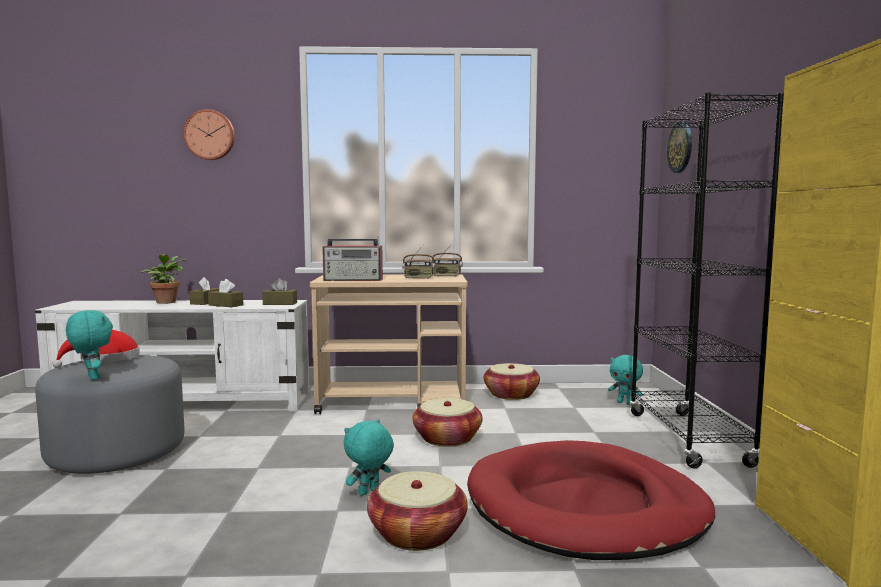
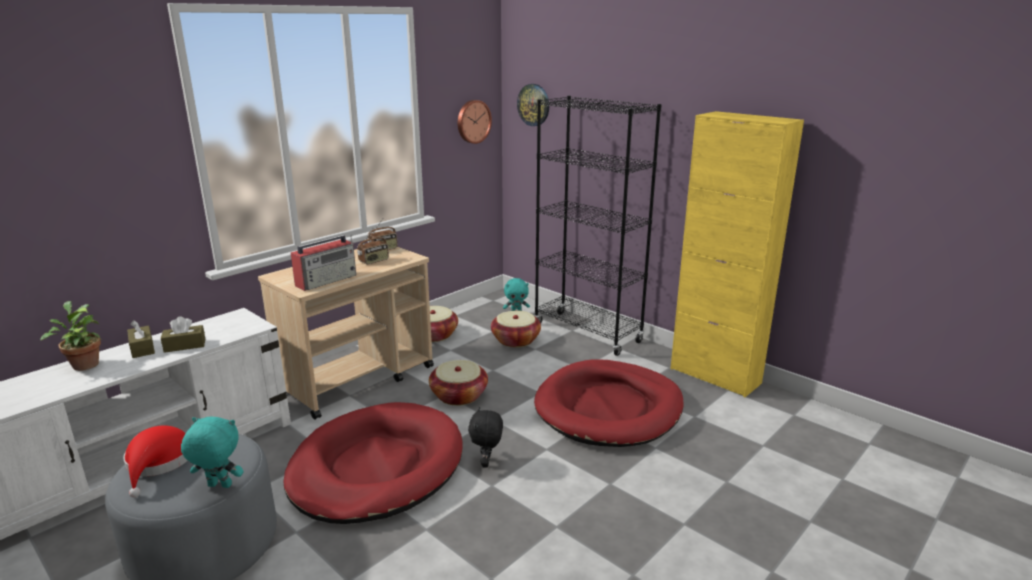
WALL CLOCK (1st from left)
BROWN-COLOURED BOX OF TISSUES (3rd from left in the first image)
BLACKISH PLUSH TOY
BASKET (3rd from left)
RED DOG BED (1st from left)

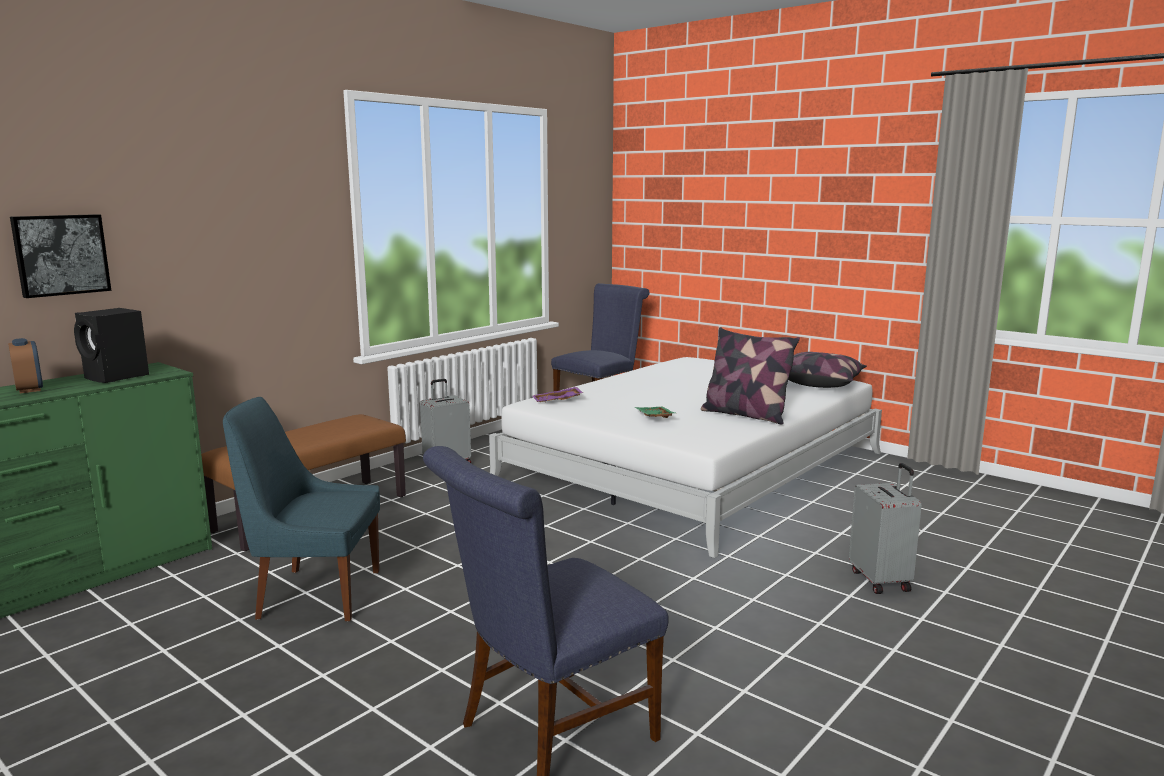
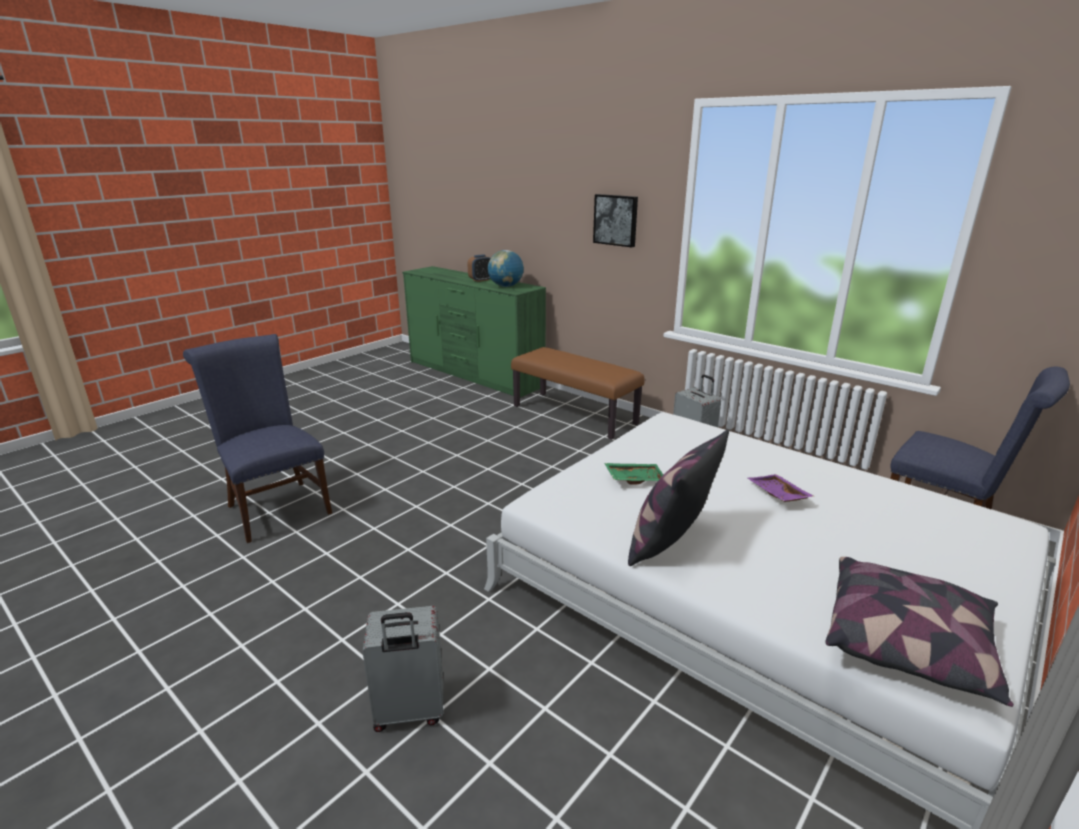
WALL PICTURE
WORLD GLOBE
PURPLISH CARRYING TRAY
BLUE-COLOURED CHAIR (1st from left in the first image)

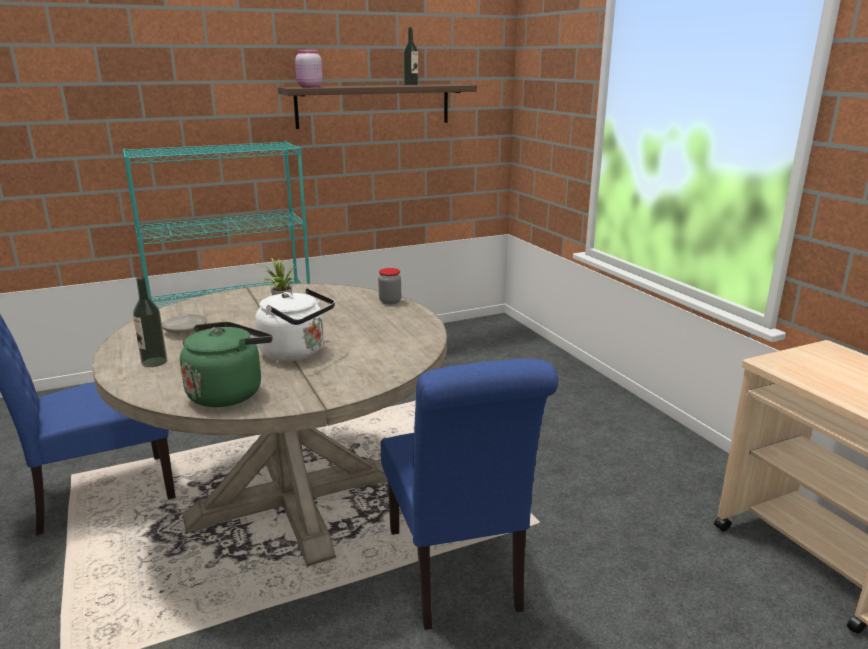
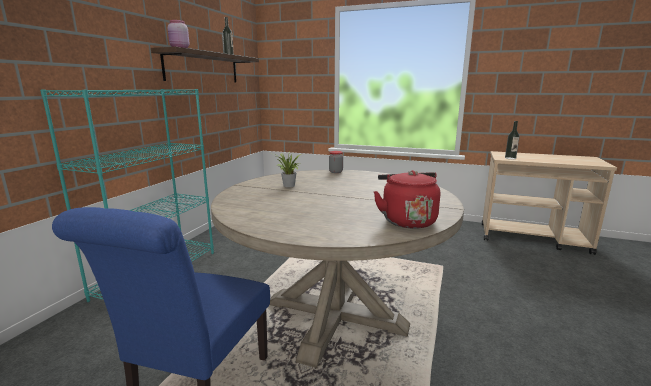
DRINK BOTTLE (2nd from left)
WHITISH TEA KETTLE
SAND-COLOURED PLATE
RED TEA KETTLE
BLUE-COLOURED CHAIR (2nd from left in the first image)

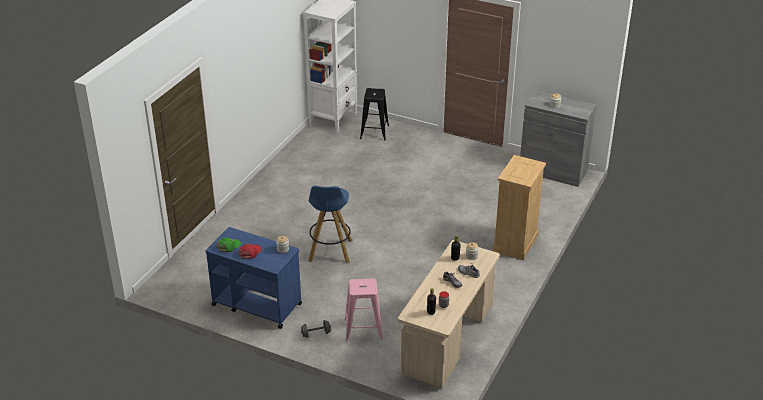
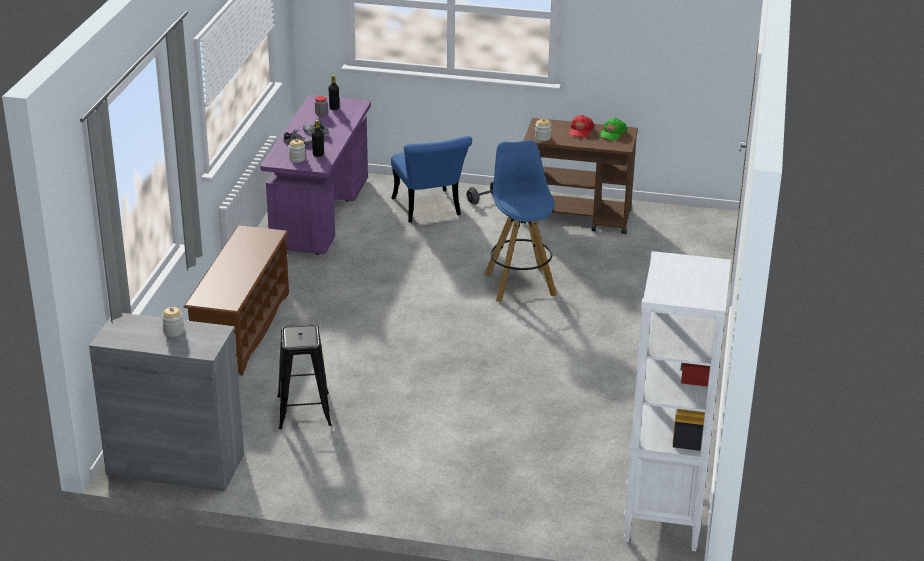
BLACKISH STOOL
BROWN-COLOURED SHOE SHELF
BROWN-COLOURED CART
PURPLISH DESK UNIT
BLUE-COLOURED CHAIR

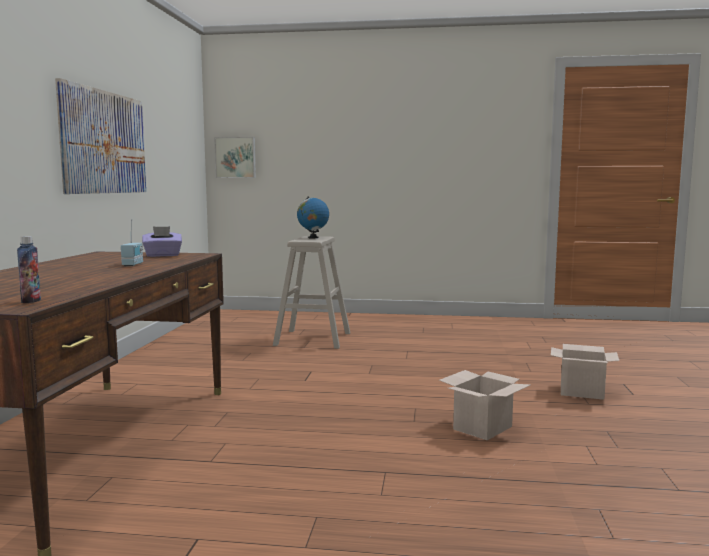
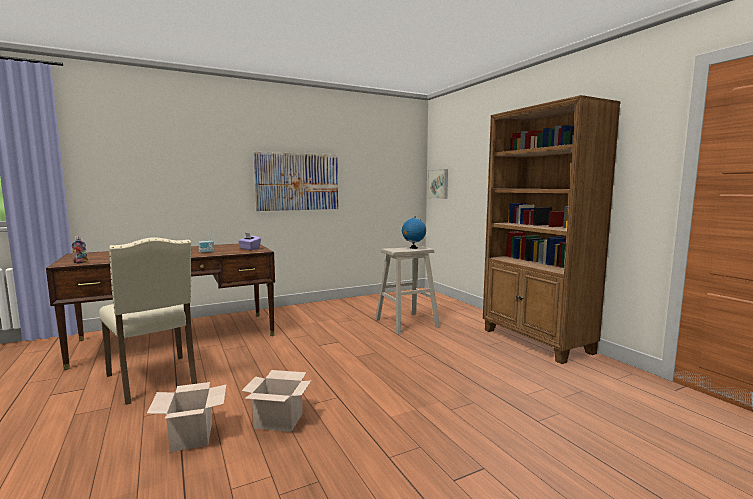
CARTON (1st from left)
BROWN-COLOURED SHELVING UNIT
SAND-COLOURED CHAIR

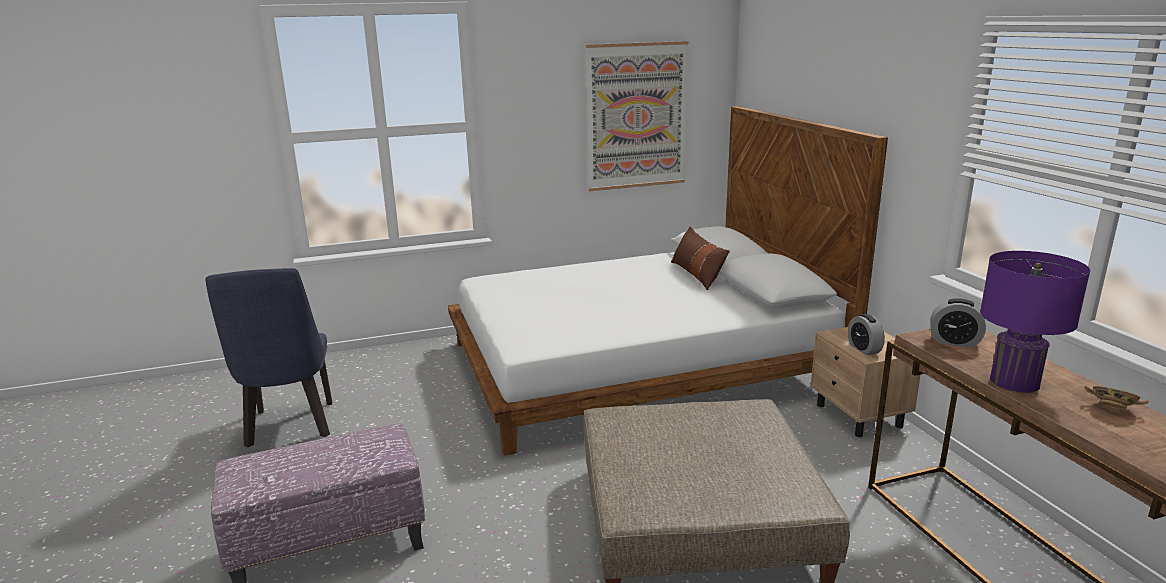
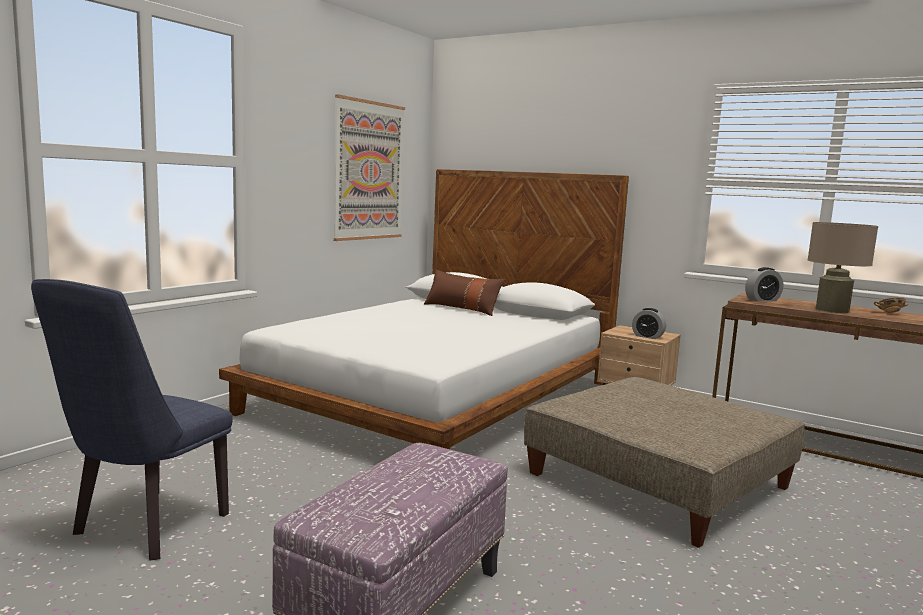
SAND-COLOURED TABLE LAMP
BLUE-COLOURED CHAIR

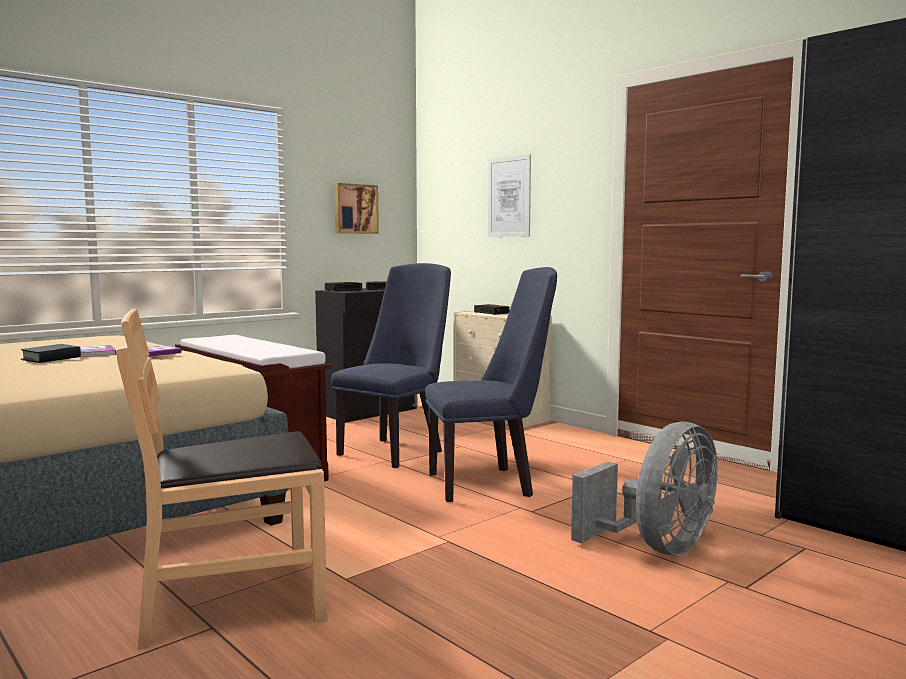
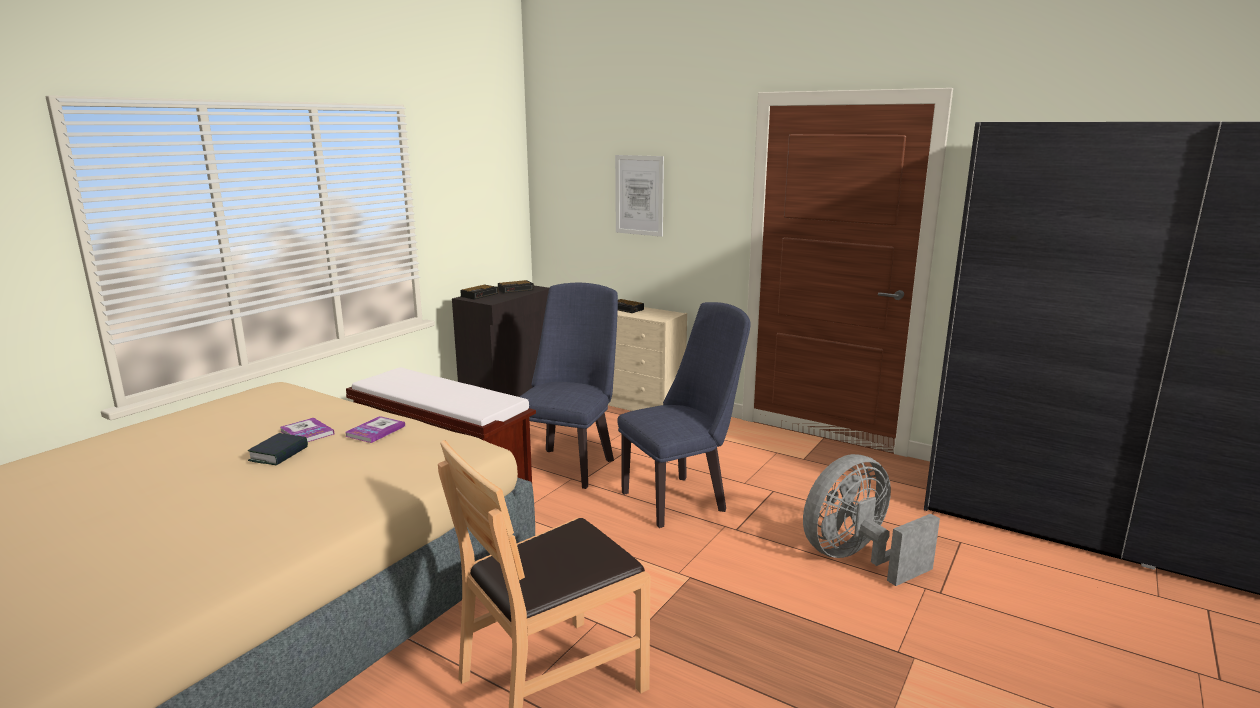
WALL PICTURE (1st from left in the first image)
GRAY COOLING FAN

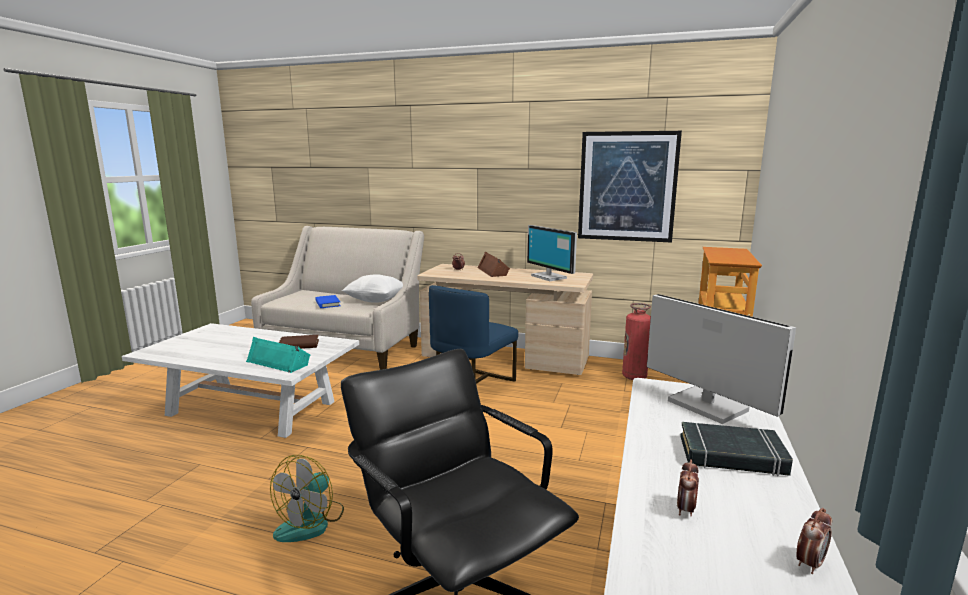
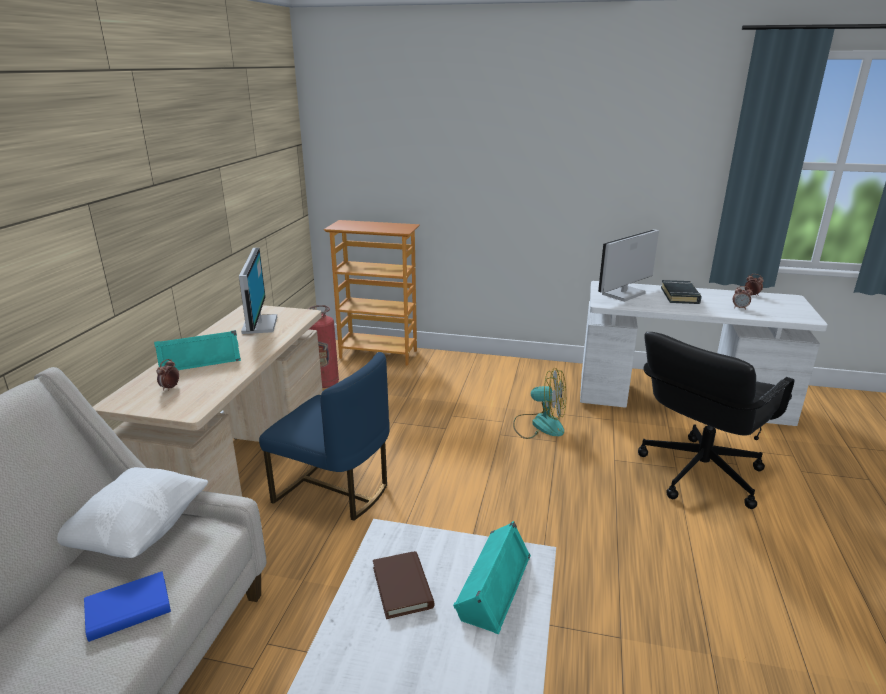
WALL PICTURE
MONITOR (1st from left)
TURQUOISE-COLOURED AUDIO SPEAKER (1st from left)
COOLING FAN

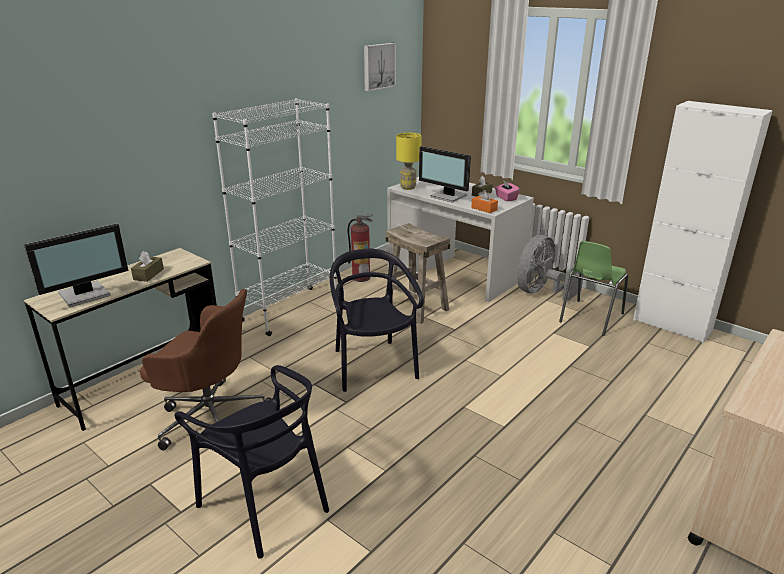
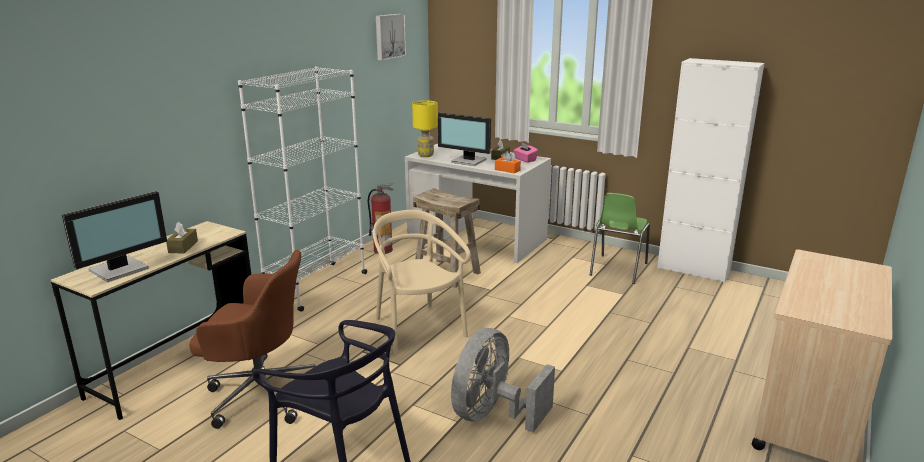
GRAY COOLING FAN
SAND-COLOURED CHAIR

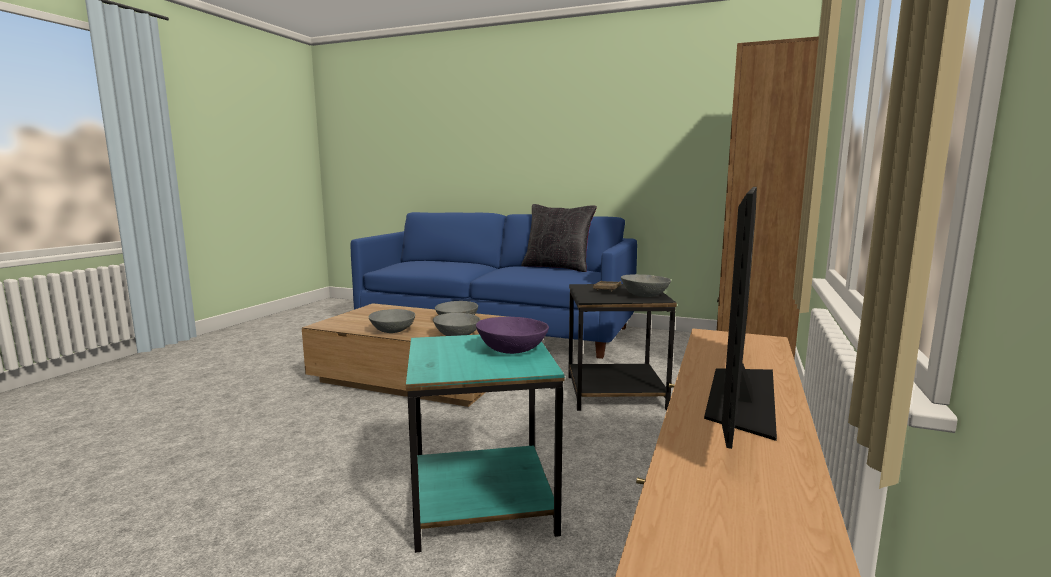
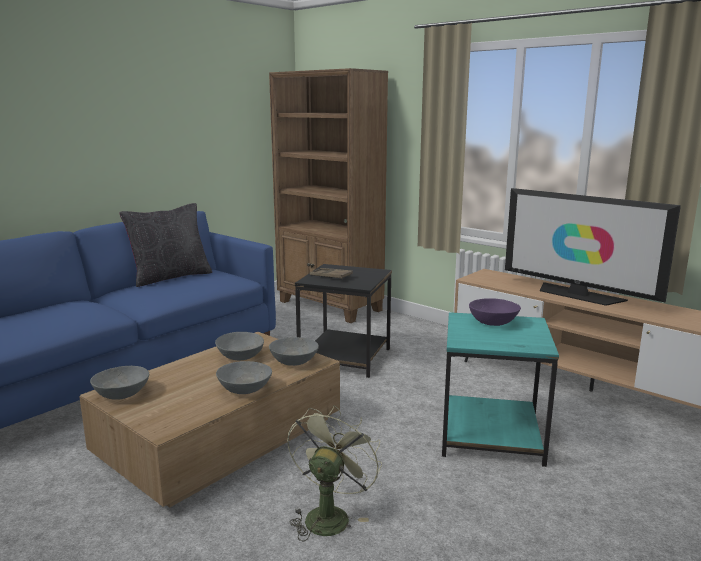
GRAY SERVING BOWL (1st from left)
GREENISH COOLING FAN

